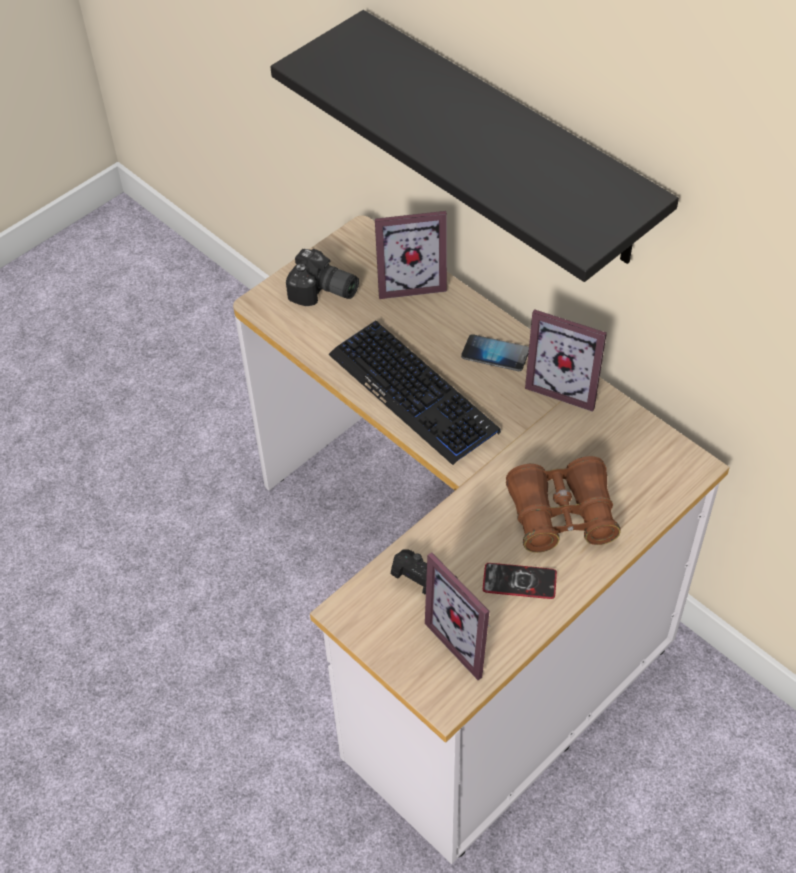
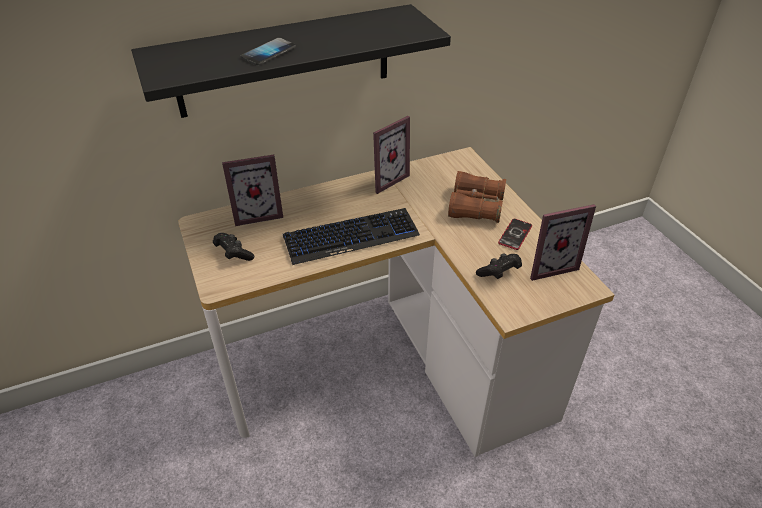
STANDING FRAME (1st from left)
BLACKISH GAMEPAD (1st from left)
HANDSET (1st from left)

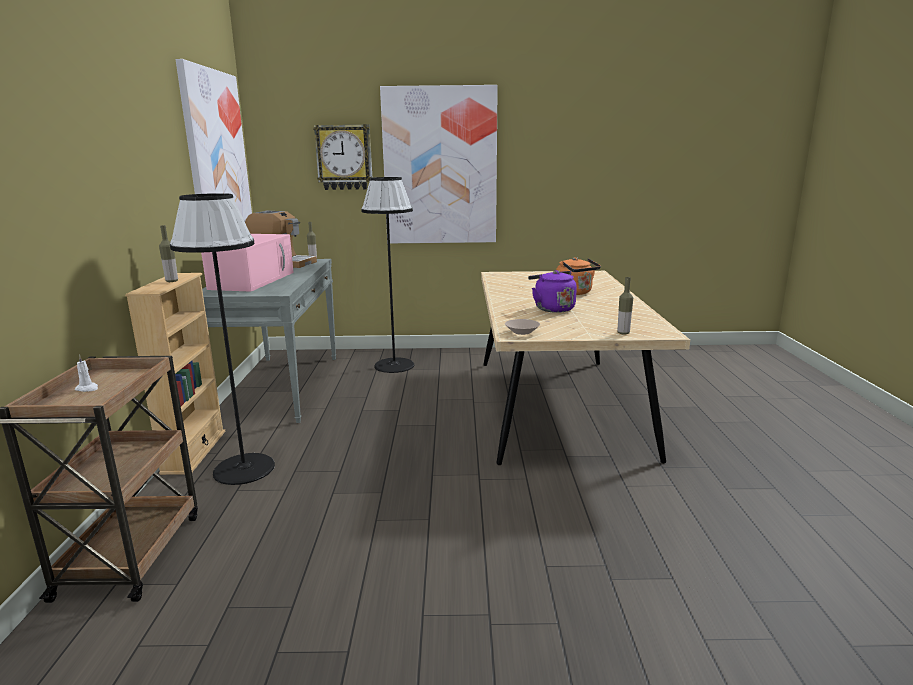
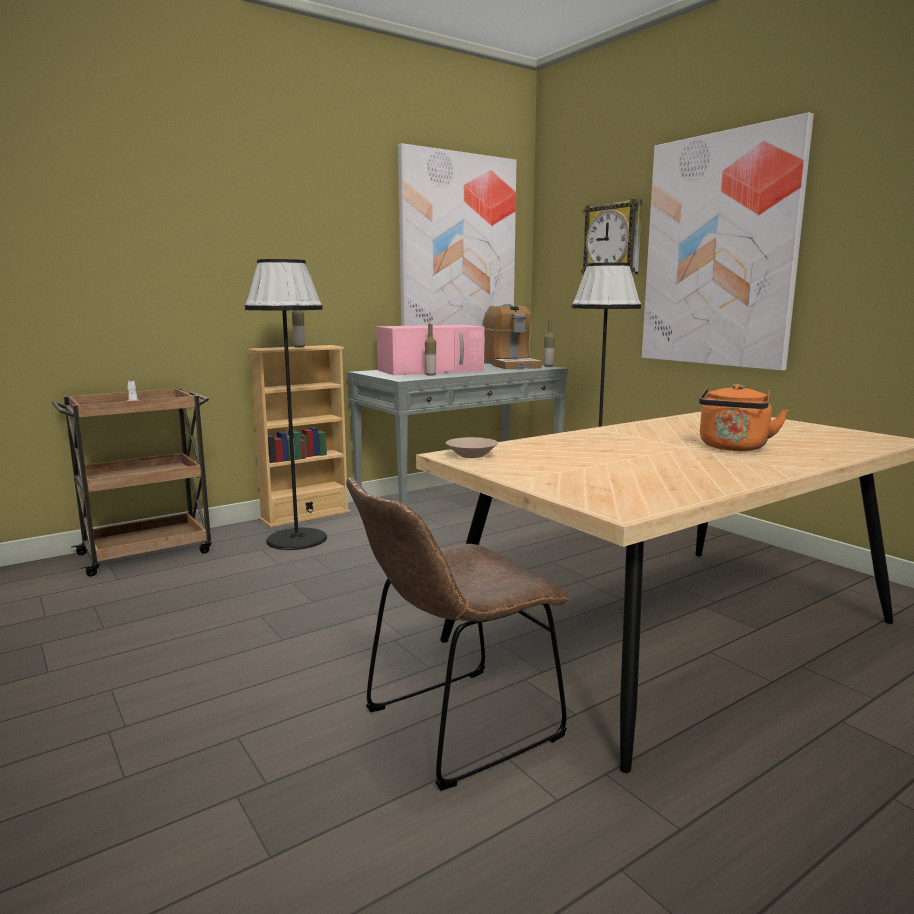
PURPLISH TEA KETTLE
DRINK BOTTLE (2nd from left)
BROWN-COLOURED CHAIR

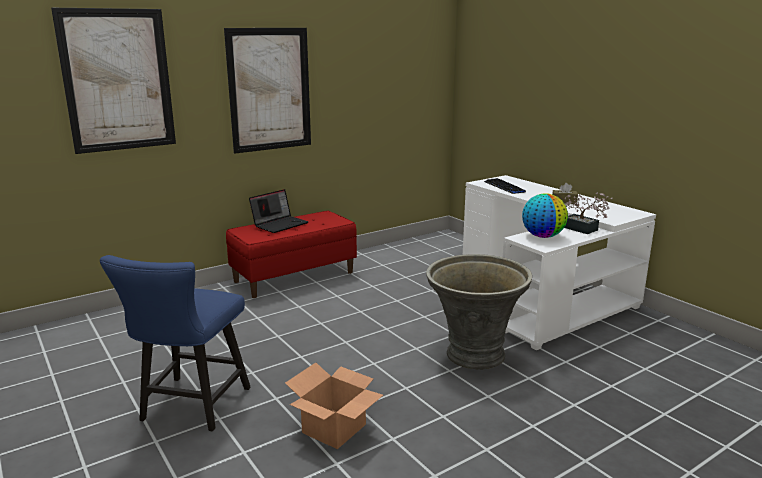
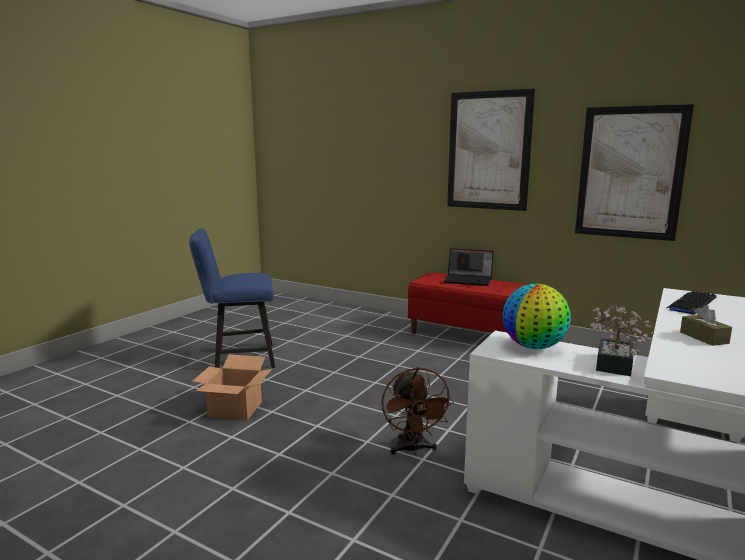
WALL PICTURE (2nd from left)
BROWN-COLOURED COOLING FAN

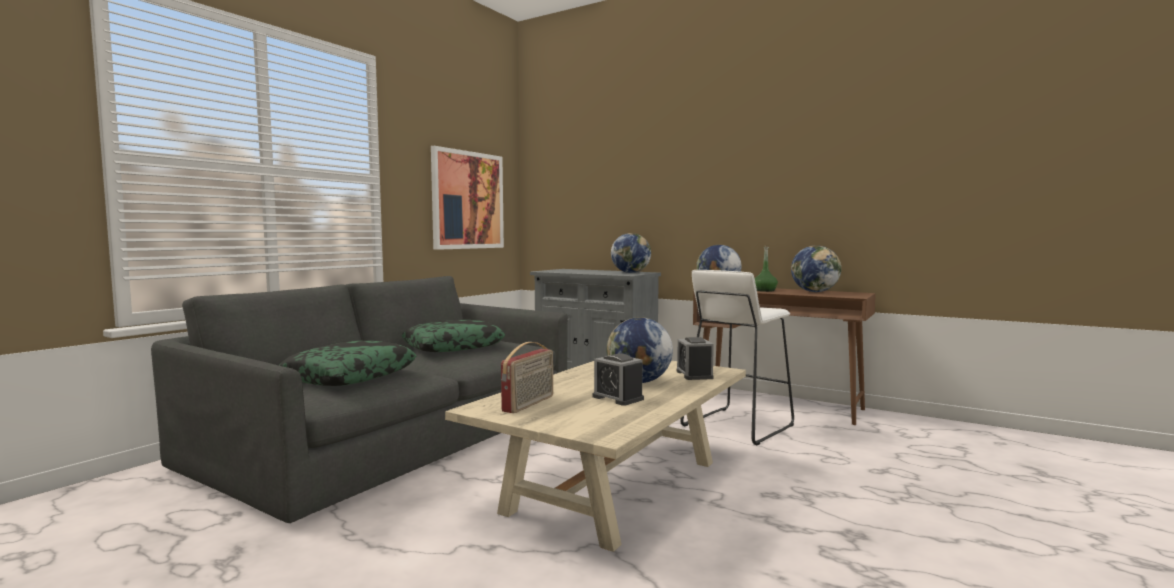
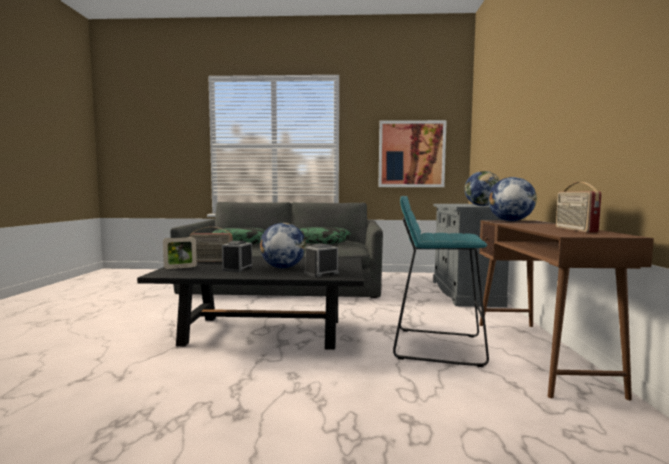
GREENISH DRINK BOTTLE
RADIO (2nd from left)
TURQUOISE-COLOURED STOOL
BLACKISH LOUNGE TABLE
STANDING FRAME

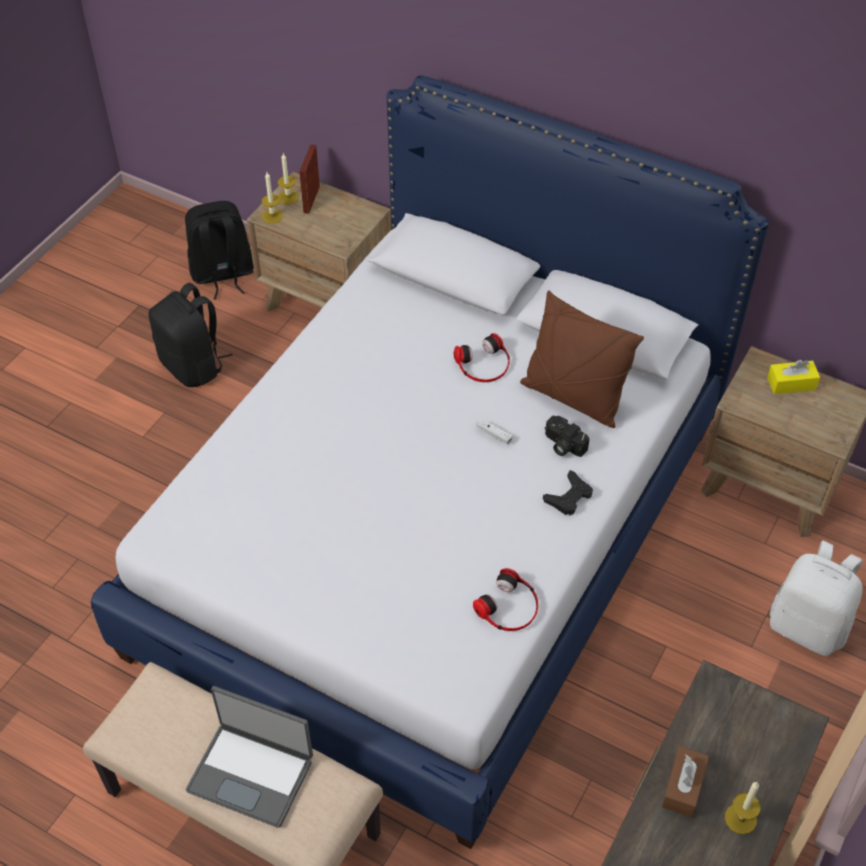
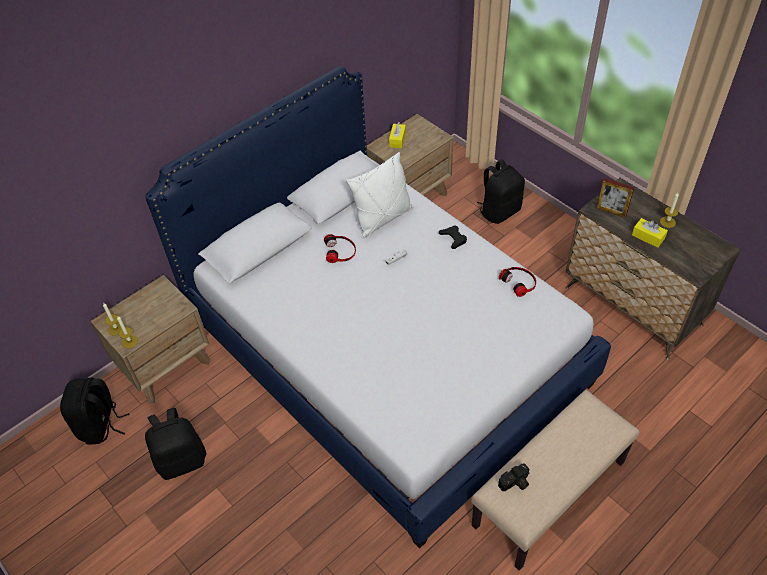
STANDING FRAME
WHITISH PILLOW
PHOTO CAMERA
BLACKISH KNAPSACK (3rd from left)
PORTABLE COMPUTER
YELLOW-COLOURED BOX OF TISSUES (2nd from left)

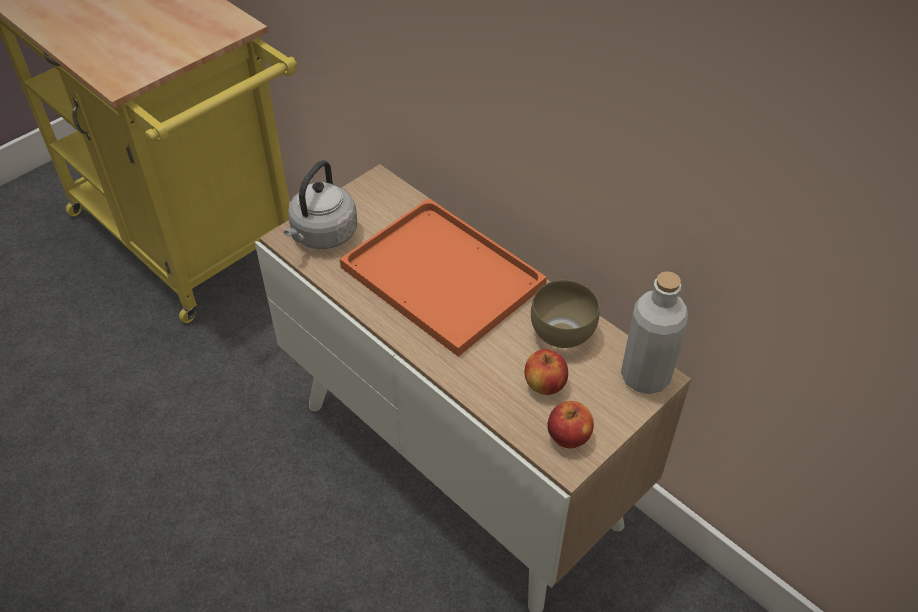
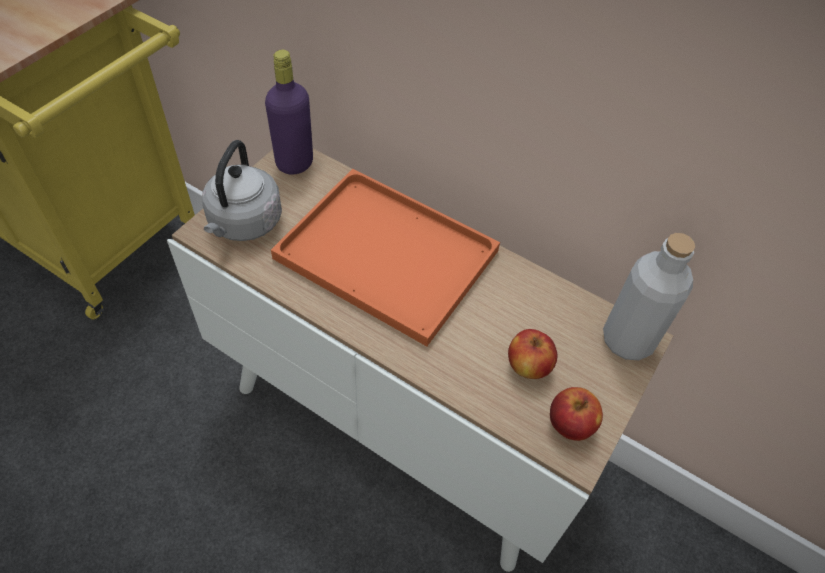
BROWN-COLOURED SERVING BOWL
PURPLISH DRINK BOTTLE

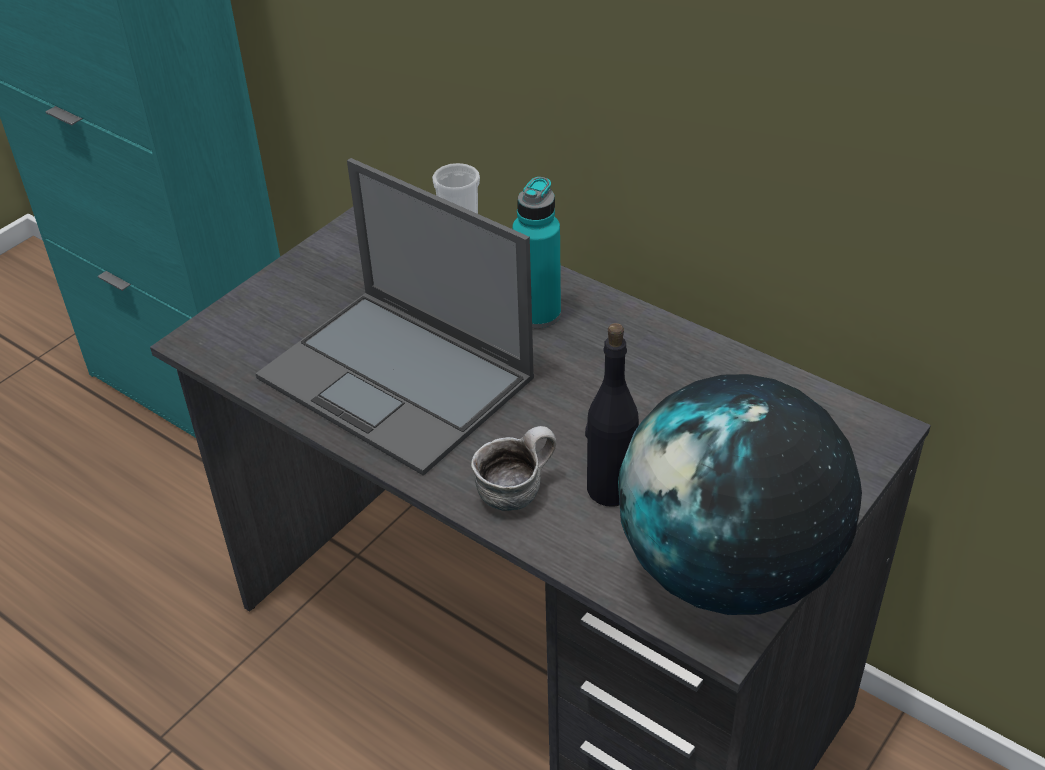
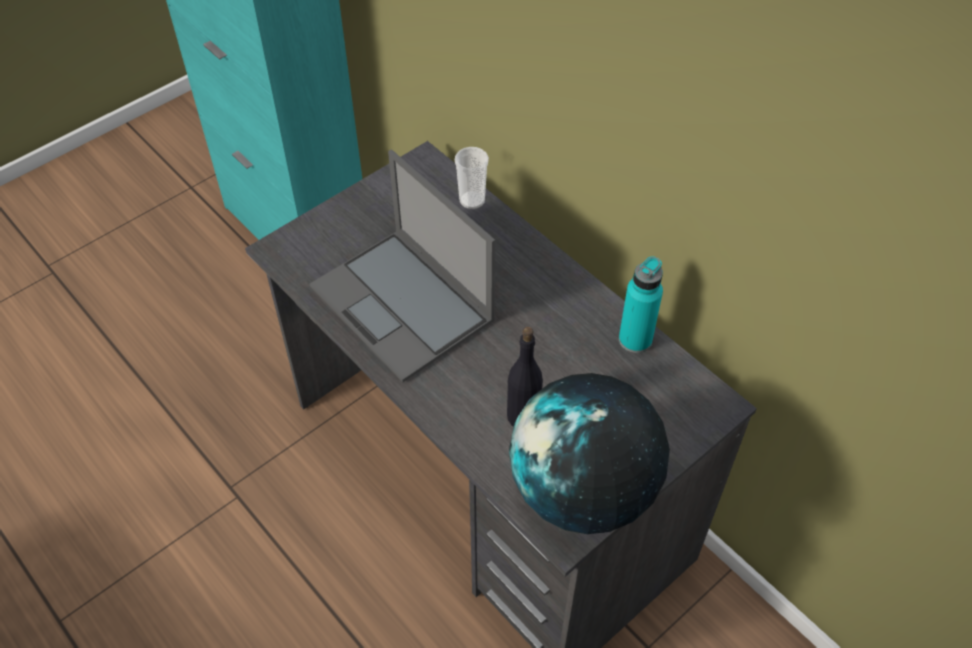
TURQUOISE-COLOURED DRINK BOTTLE
COFFEE MUG

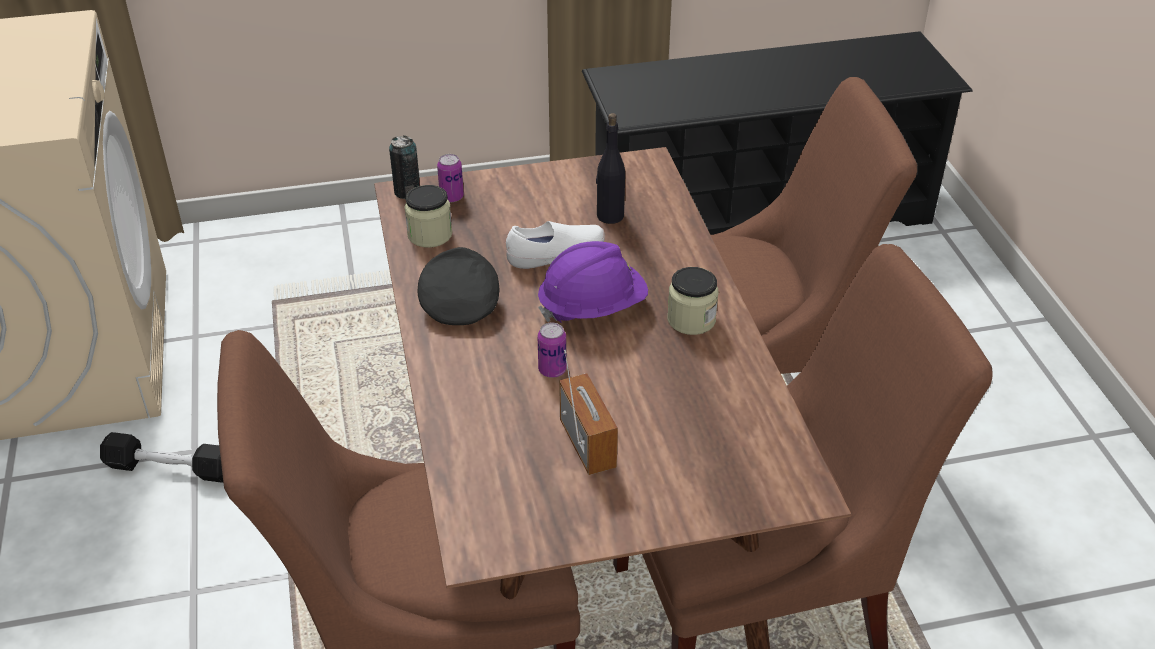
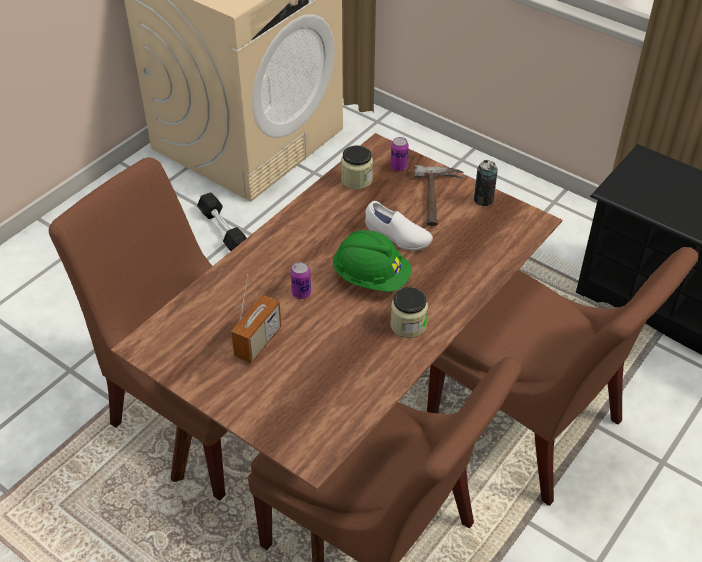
BLACKISH DRINK BOTTLE
CAN (3rd from left)
GREENISH SAFETY HELMET
BLACKISH PEAKED CAP
HAMMER

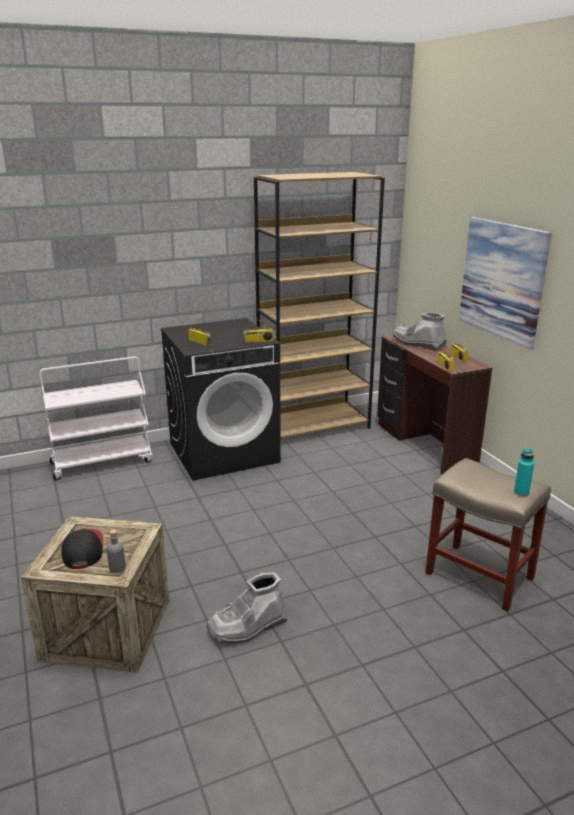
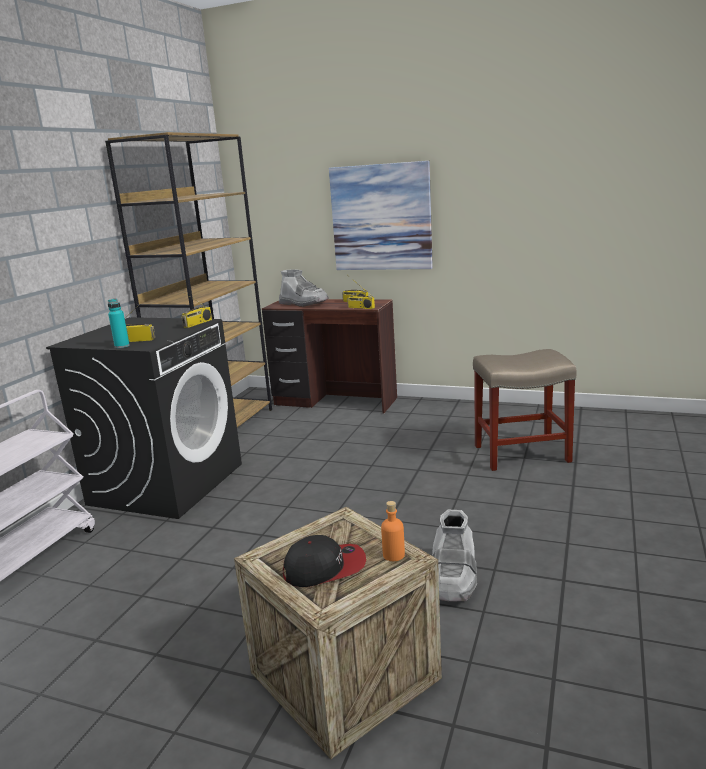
GRAY BOOT (1st from left)
TURQUOISE-COLOURED DRINK BOTTLE
PEAKED CAP
ORANGE DRINK BOTTLE

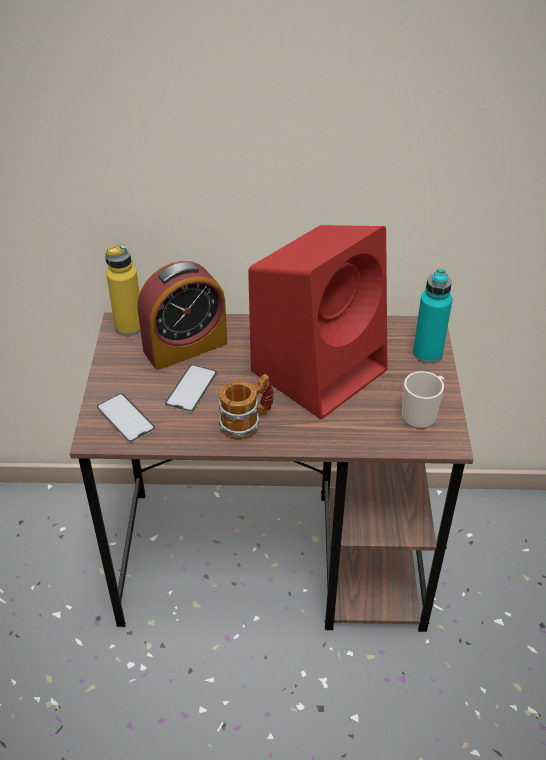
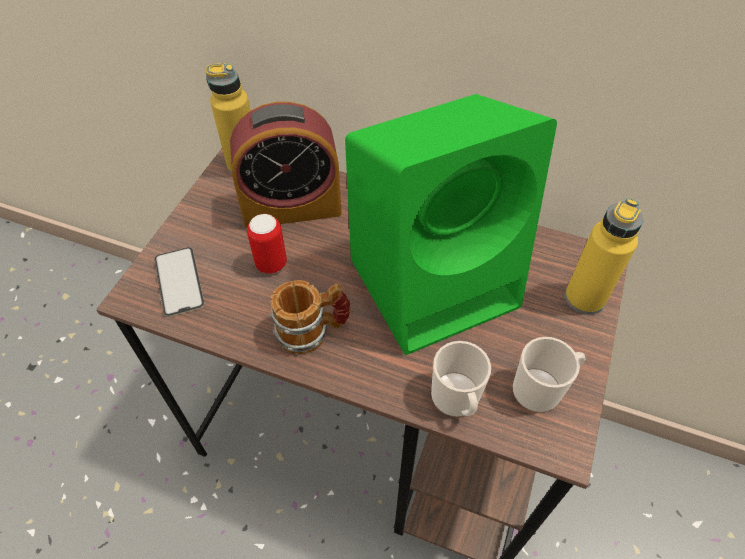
GREENISH AUDIO SPEAKER
YELLOW-COLOURED DRINK BOTTLE (2nd from left)
CAN
COFFEE MUG (2nd from left)

